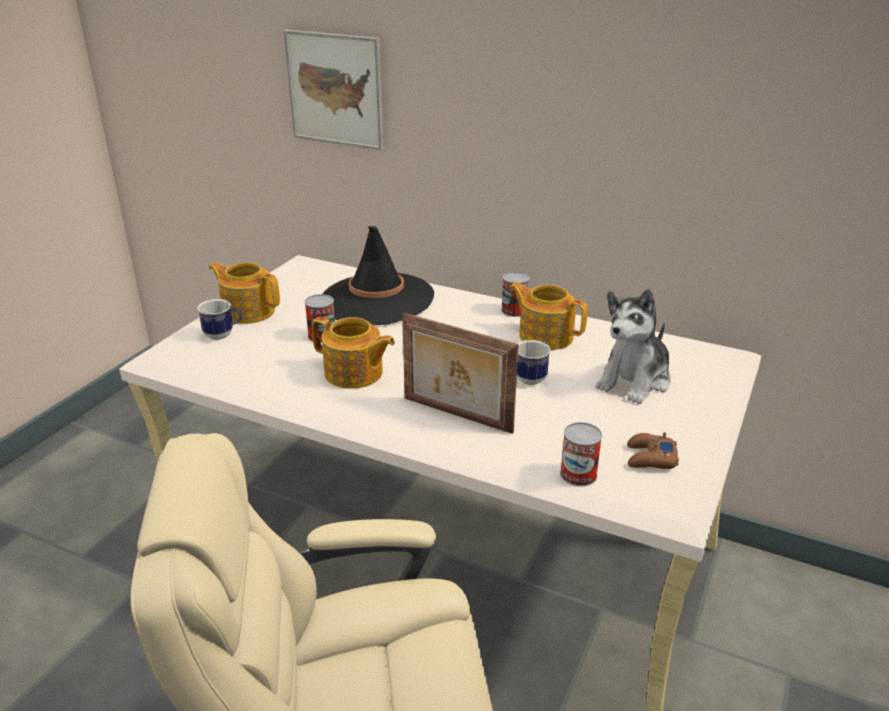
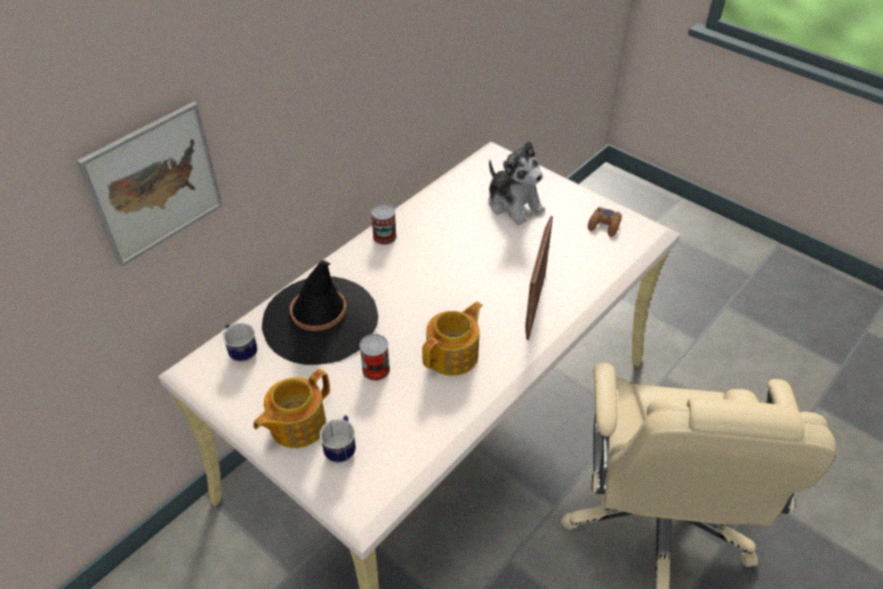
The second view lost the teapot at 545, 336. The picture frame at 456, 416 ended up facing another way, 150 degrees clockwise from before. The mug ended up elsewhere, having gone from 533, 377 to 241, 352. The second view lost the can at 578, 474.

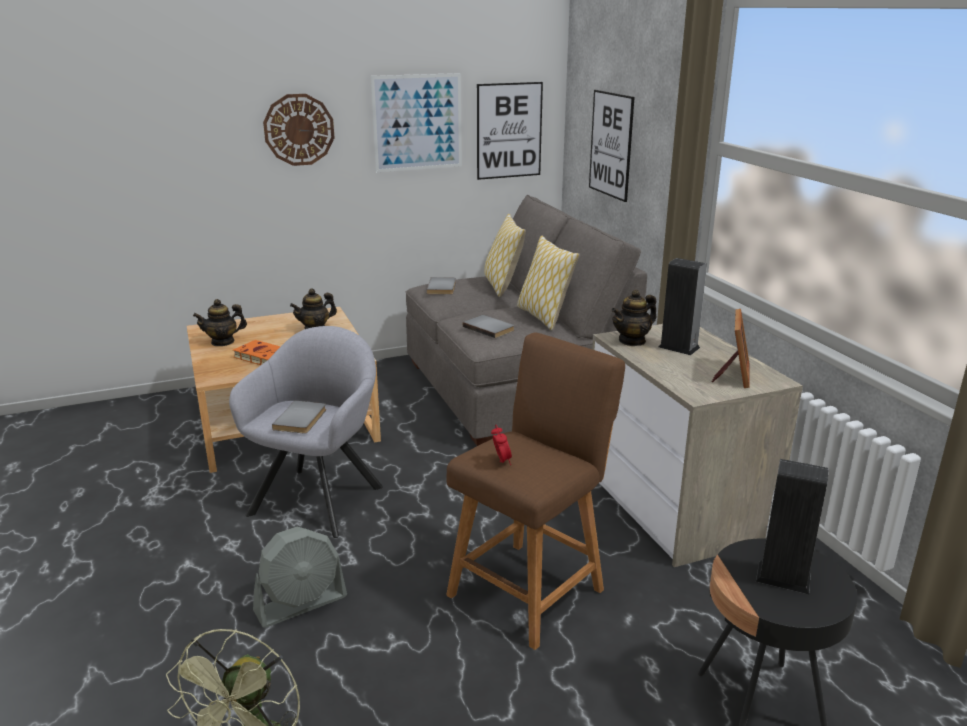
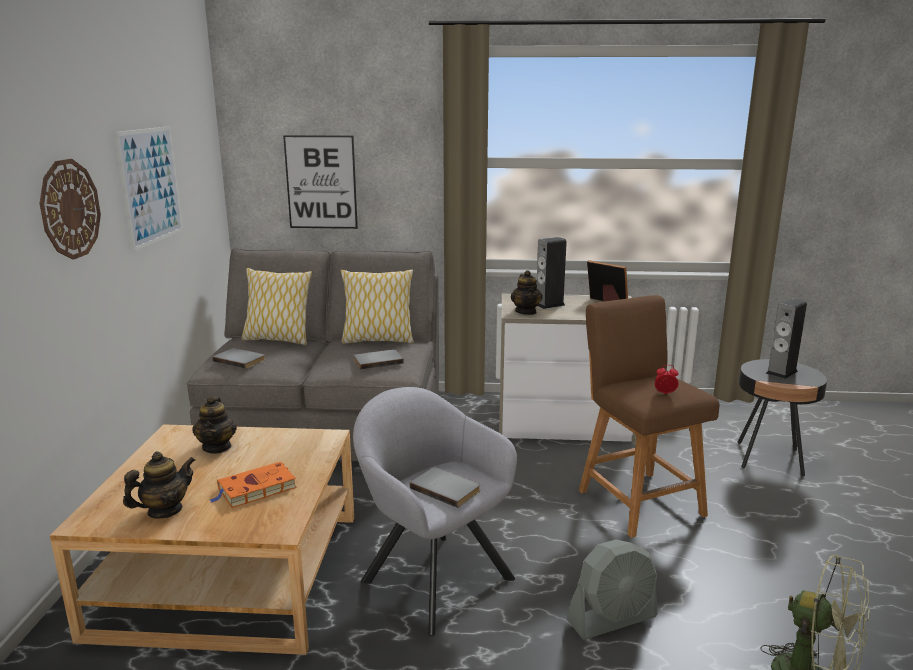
The second view lost the picture at 509, 130. The teapot at 223, 342 ended up facing another way, 135 degrees counterclockwise from before. The grey fan at 301, 604 ended up facing another way, 75 degrees clockwise from before.

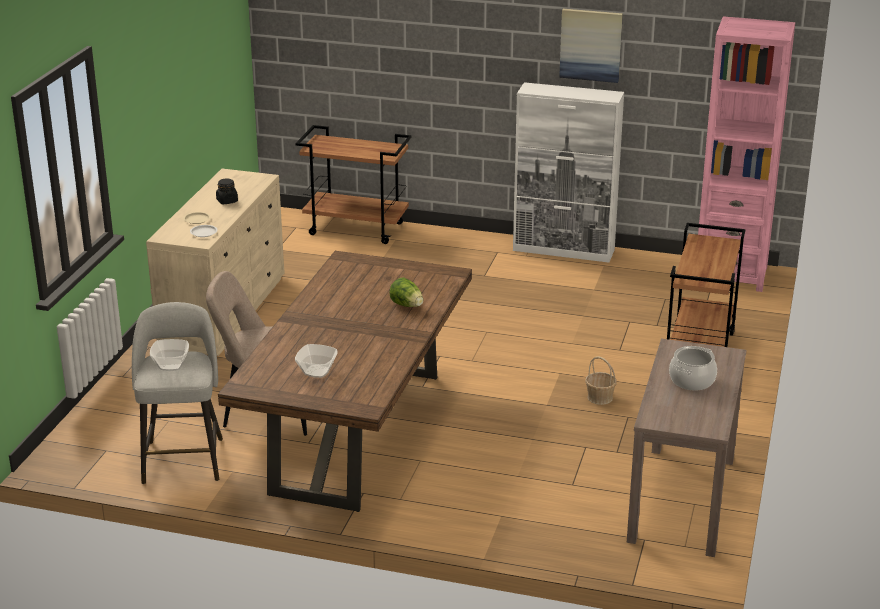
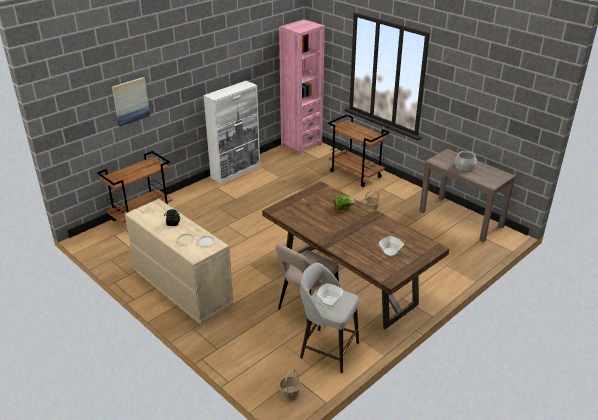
The picture ended up elsewhere, having gone from 591, 45 to 130, 101. The second view gained the basket at 289, 394.

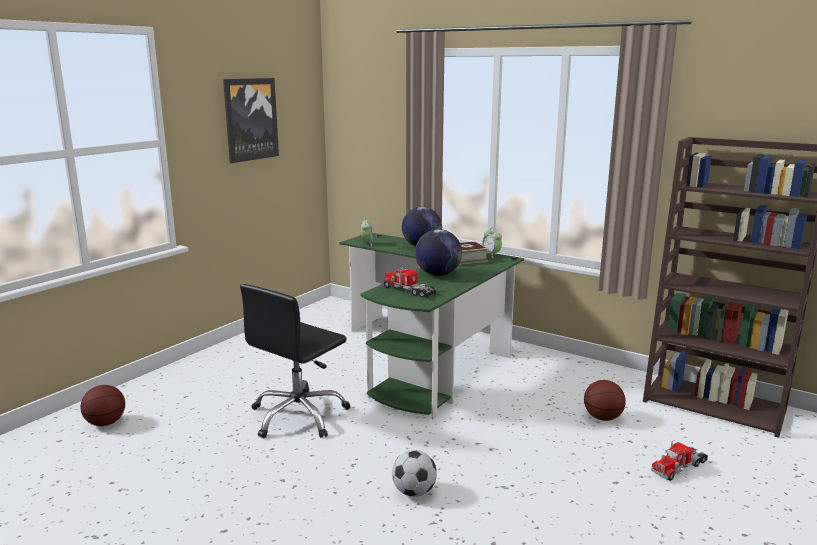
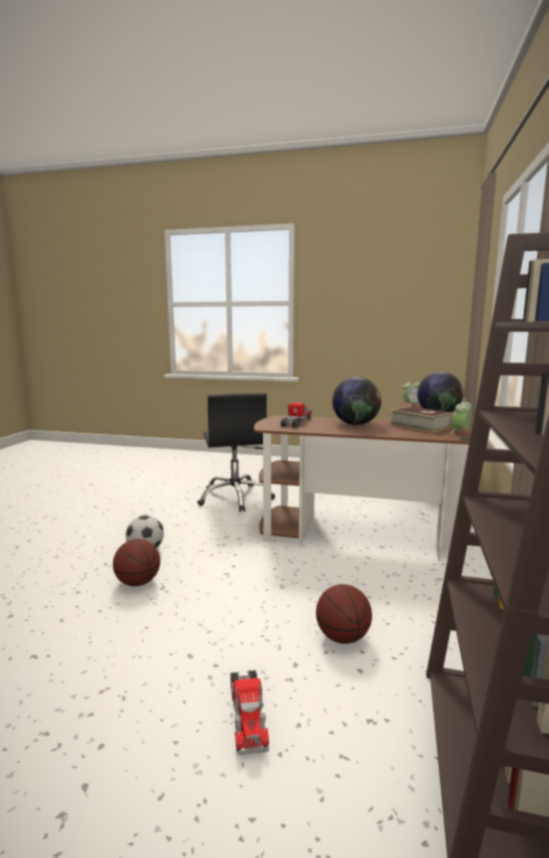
The second view lost the picture at 250, 119. What was the green desk at 429, 358 turned into the brown desk at 382, 522. The black office chair at 299, 416 ended up facing another way, 120 degrees counterclockwise from before. The basketball ended up elsewhere, having gone from 106, 423 to 138, 583. The toy truck at 679, 467 ended up facing another way, 135 degrees counterclockwise from before.

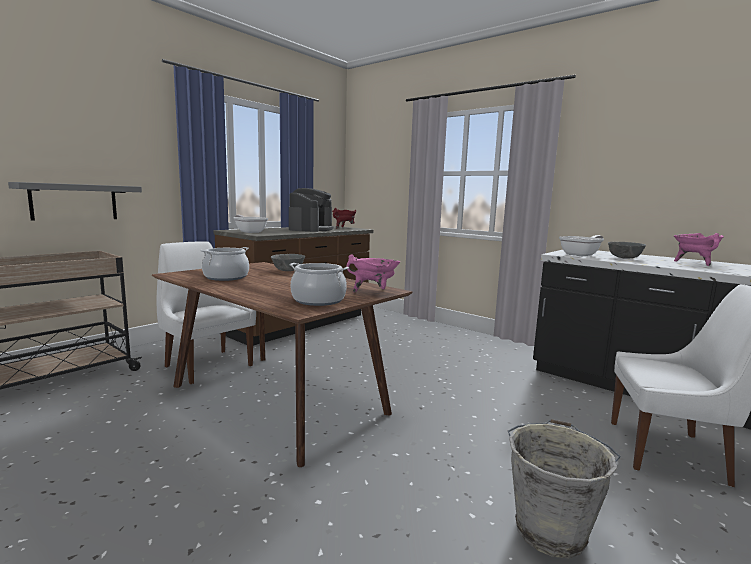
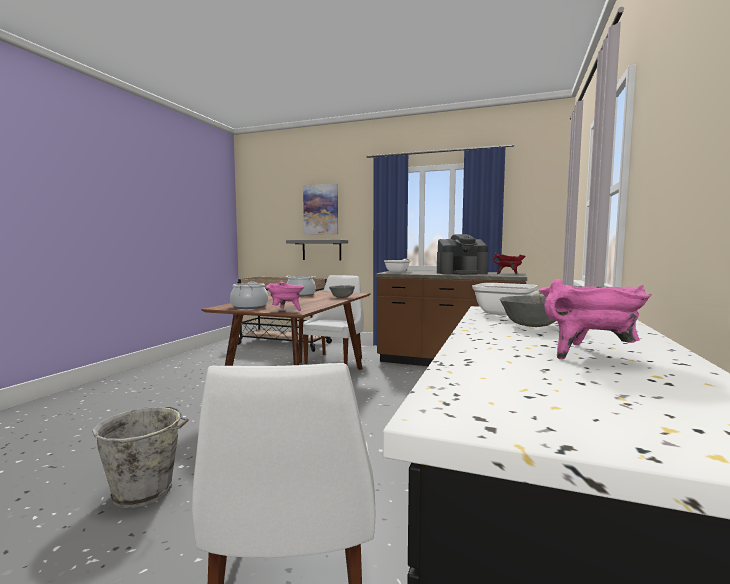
The second view gained the picture at 321, 209.

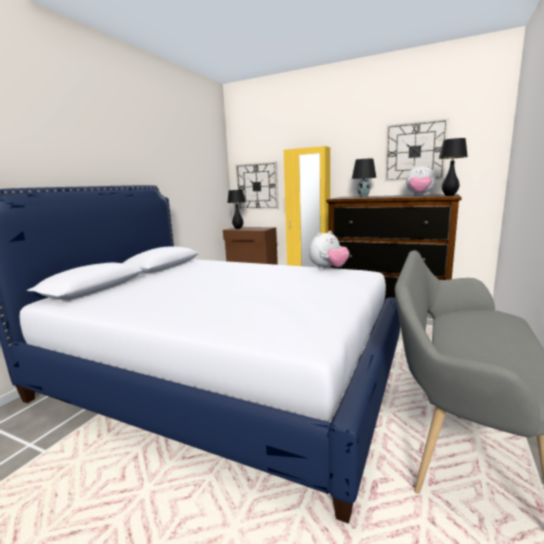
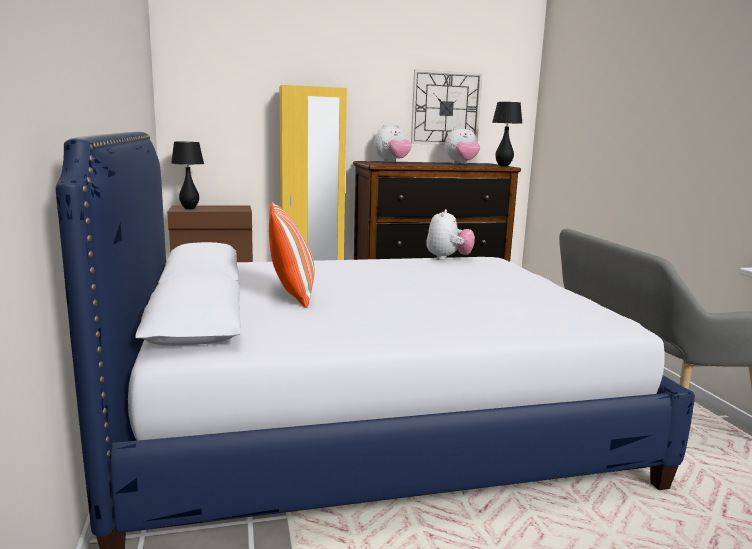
Where the black table lamp stood at 363, 196, the plush toy came to stand at 392, 162. The second view lost the wall clock at 257, 186. The second view gained the pillow at 292, 294.

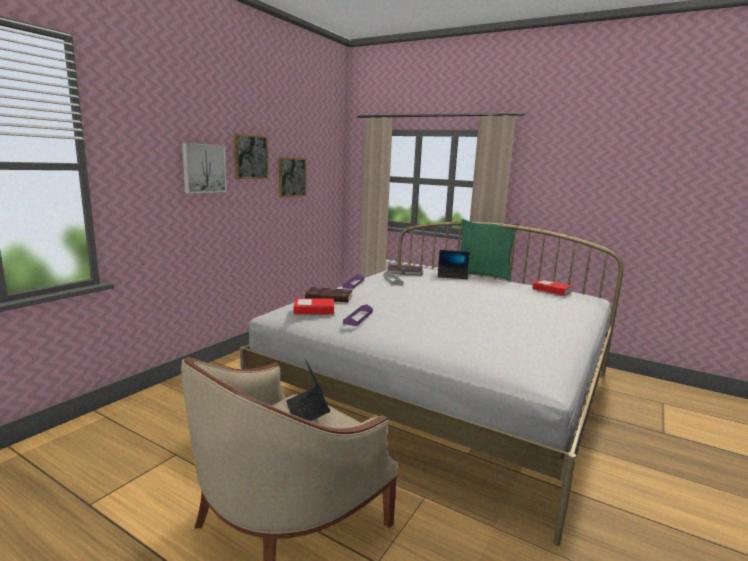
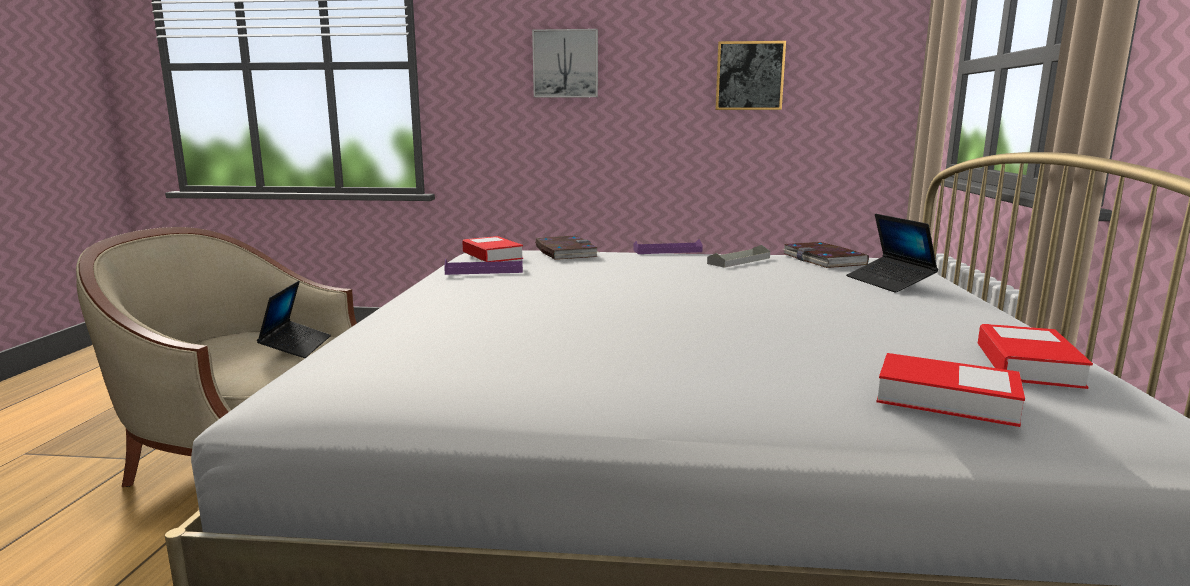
The second view lost the picture at 250, 157. The second view lost the green pillow at 482, 275. The laptop at 307, 411 ended up facing another way, 135 degrees clockwise from before. The second view gained the book at 946, 399.

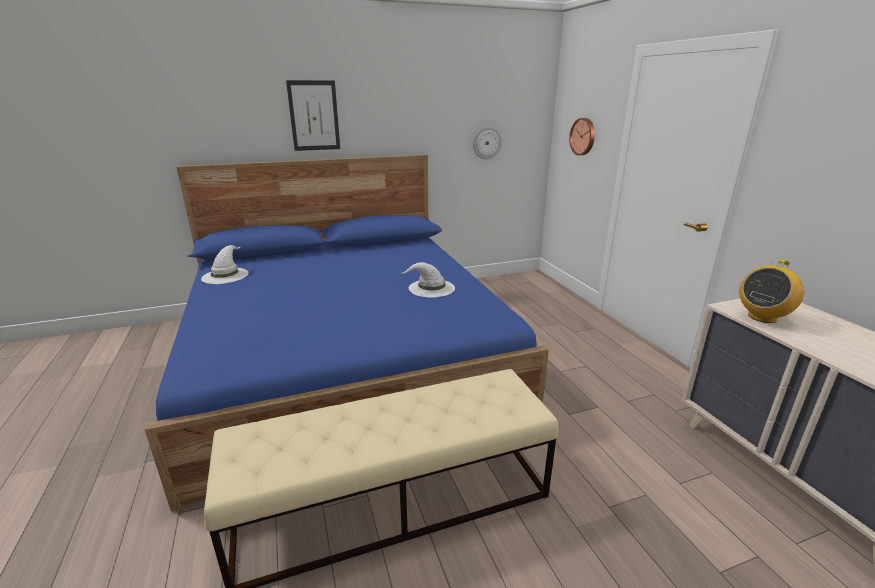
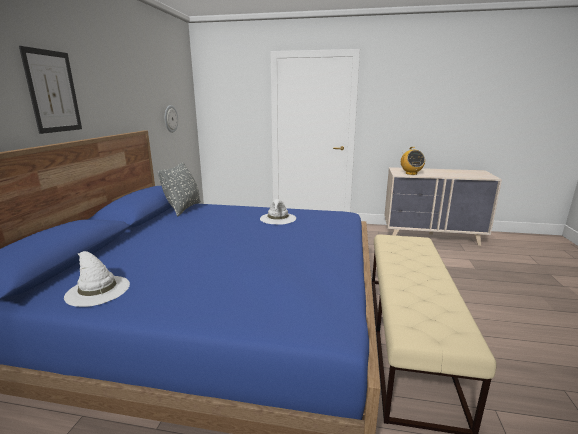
The second view lost the wall clock at 583, 136. The second view gained the grey pillow at 183, 208.

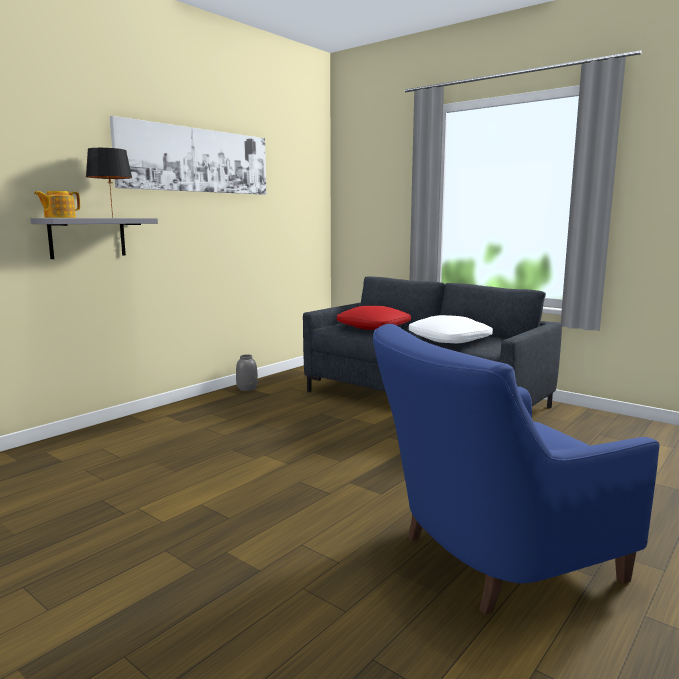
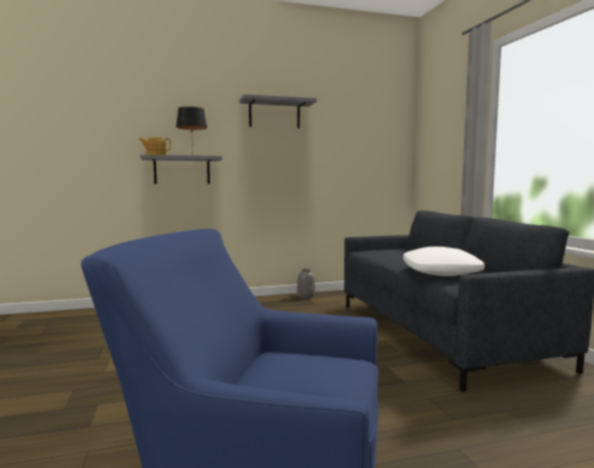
Where the picture hung at 196, 160, the grey shelf came to hang at 274, 114. The second view lost the red pillow at 374, 327.

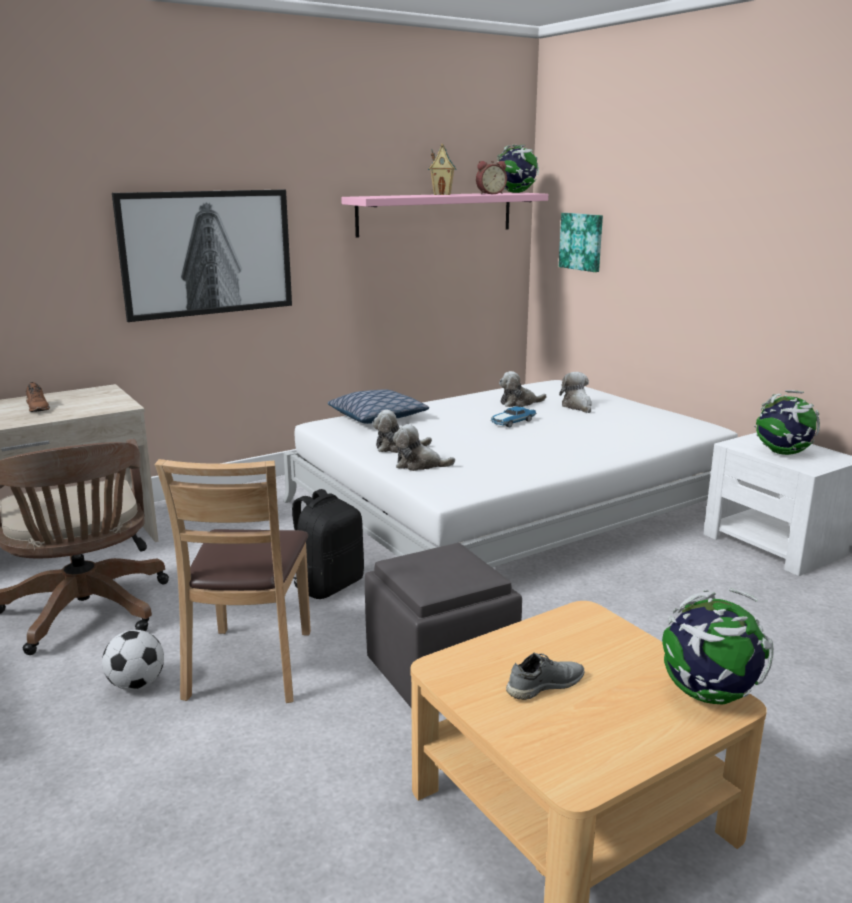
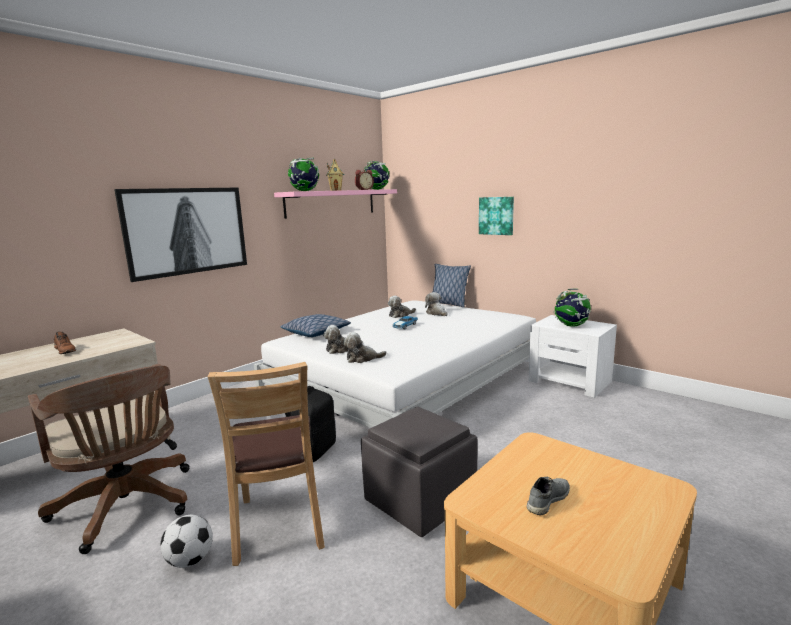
The picture ended up elsewhere, having gone from 582, 241 to 496, 215. The globe ended up elsewhere, having gone from 708, 695 to 304, 191. The second view gained the pillow at 448, 304.

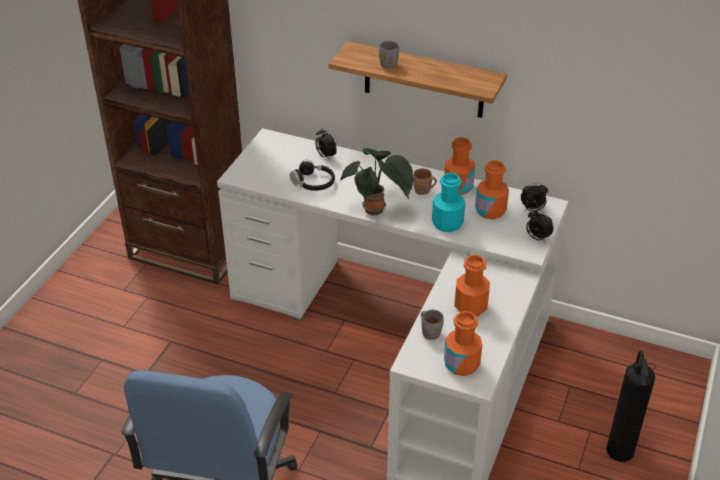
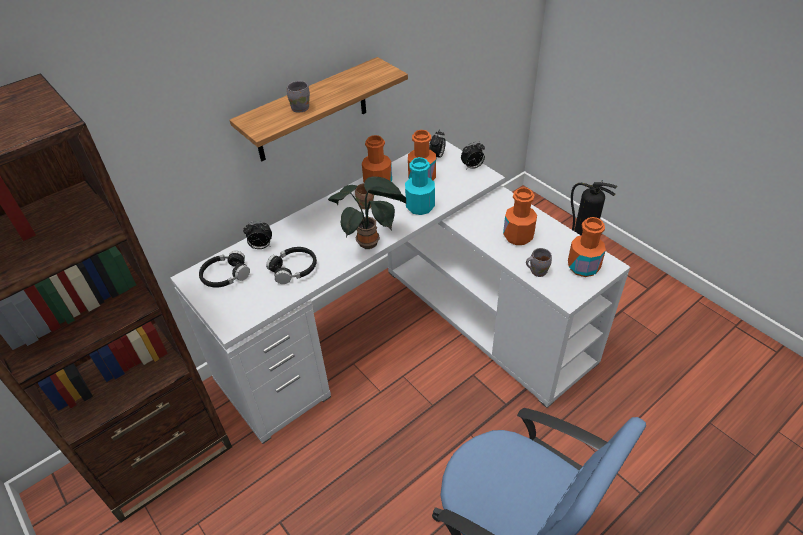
The second view gained the black headphones at 225, 275.

